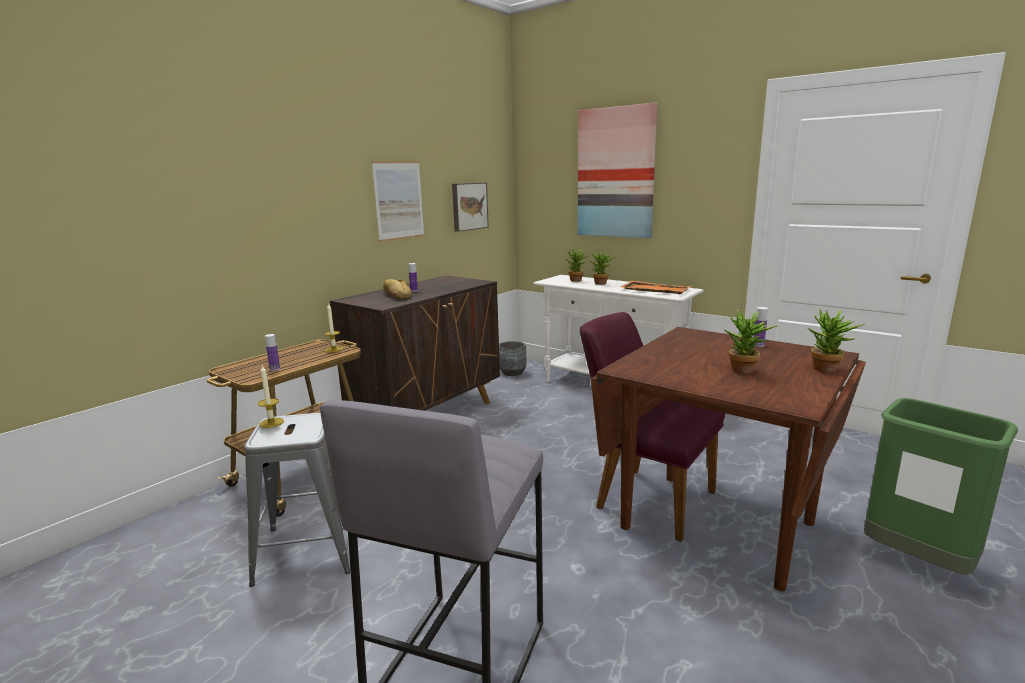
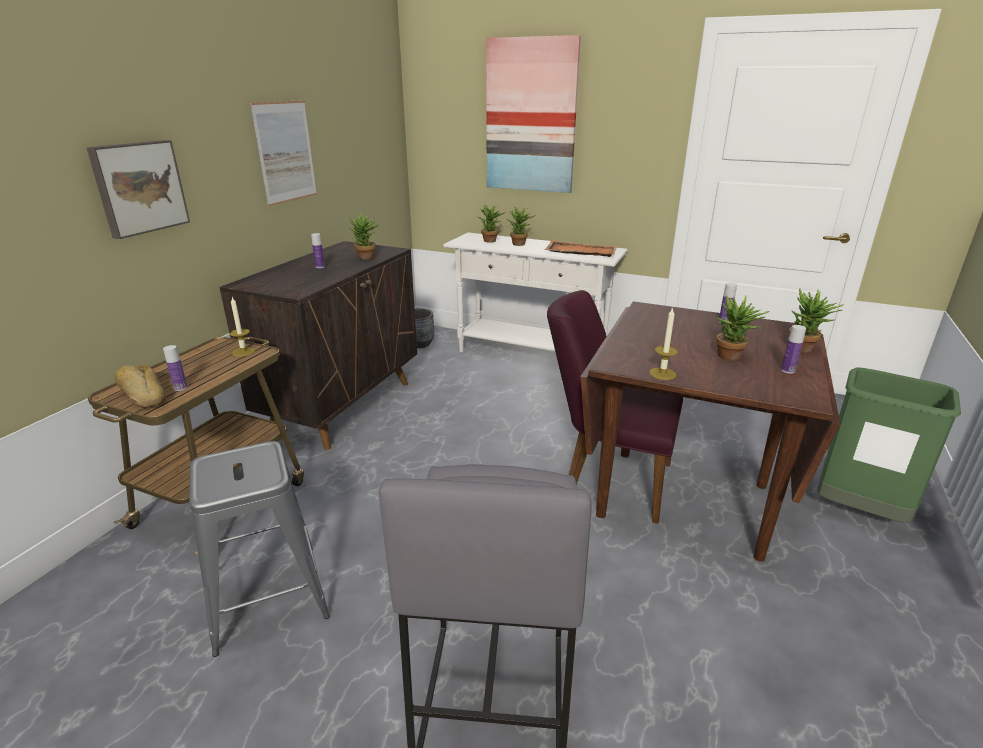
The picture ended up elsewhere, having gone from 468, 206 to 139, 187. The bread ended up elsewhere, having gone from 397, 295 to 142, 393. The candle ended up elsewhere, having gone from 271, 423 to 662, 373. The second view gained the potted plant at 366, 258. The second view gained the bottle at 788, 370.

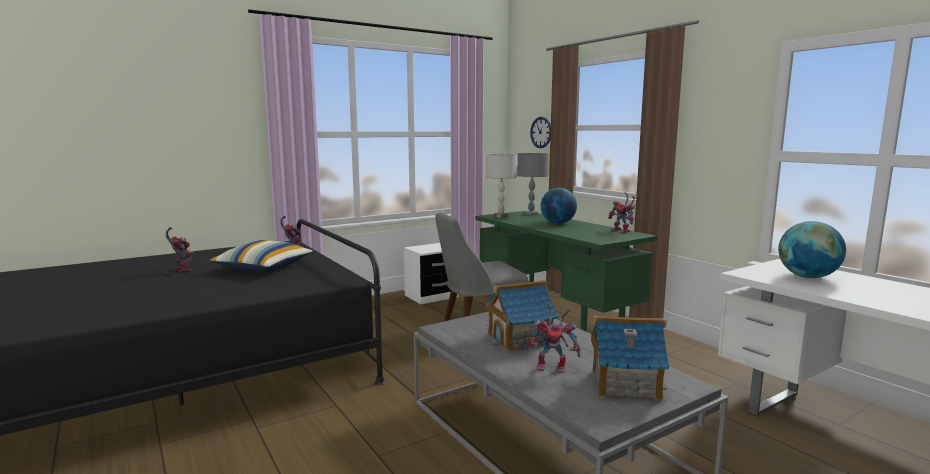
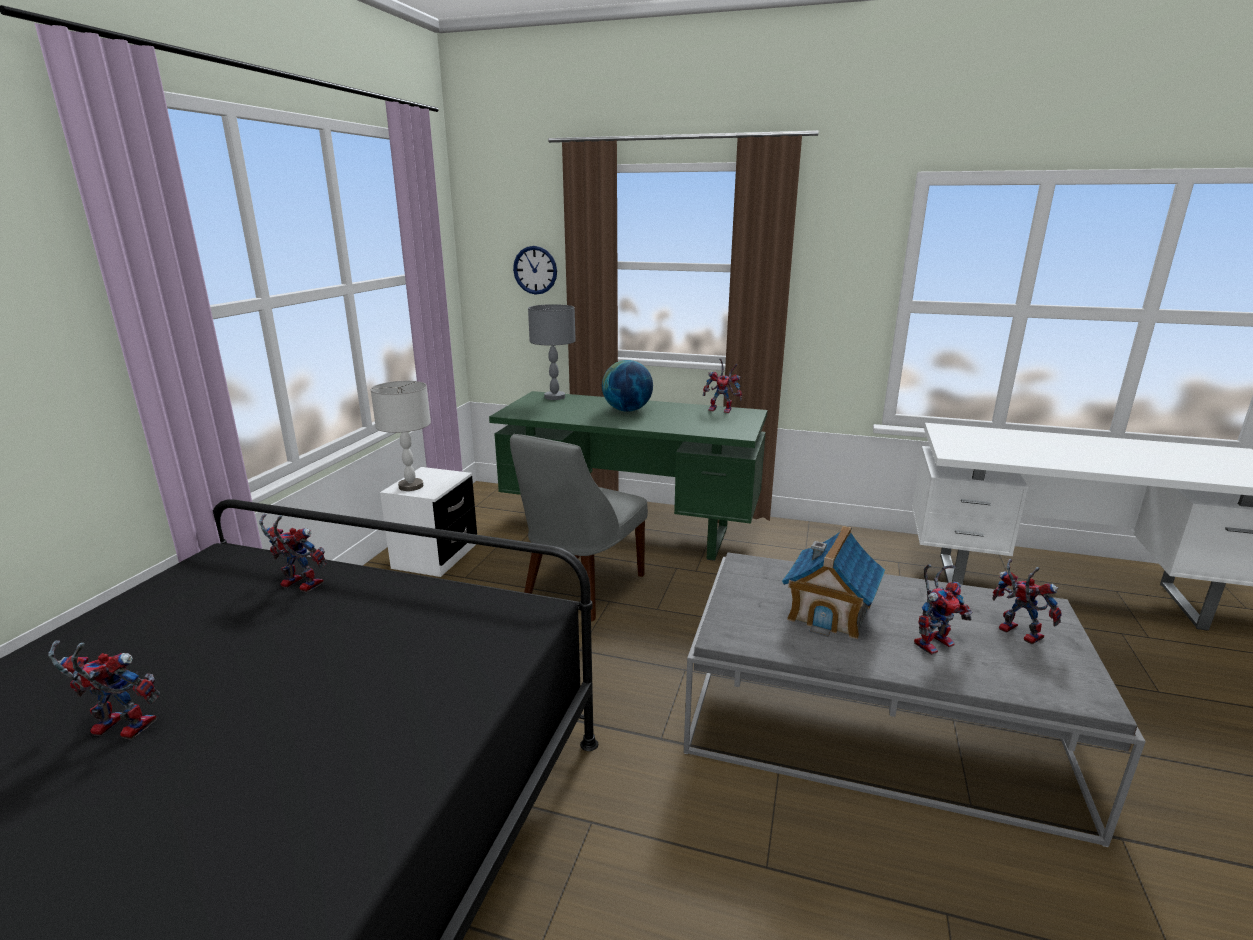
The grey table lamp ended up elsewhere, having gone from 501, 216 to 411, 486. The second view lost the globe at 807, 277. The second view lost the pillow at 263, 268. Where the toy house stood at 624, 384, the toy robot came to stand at 1015, 632.

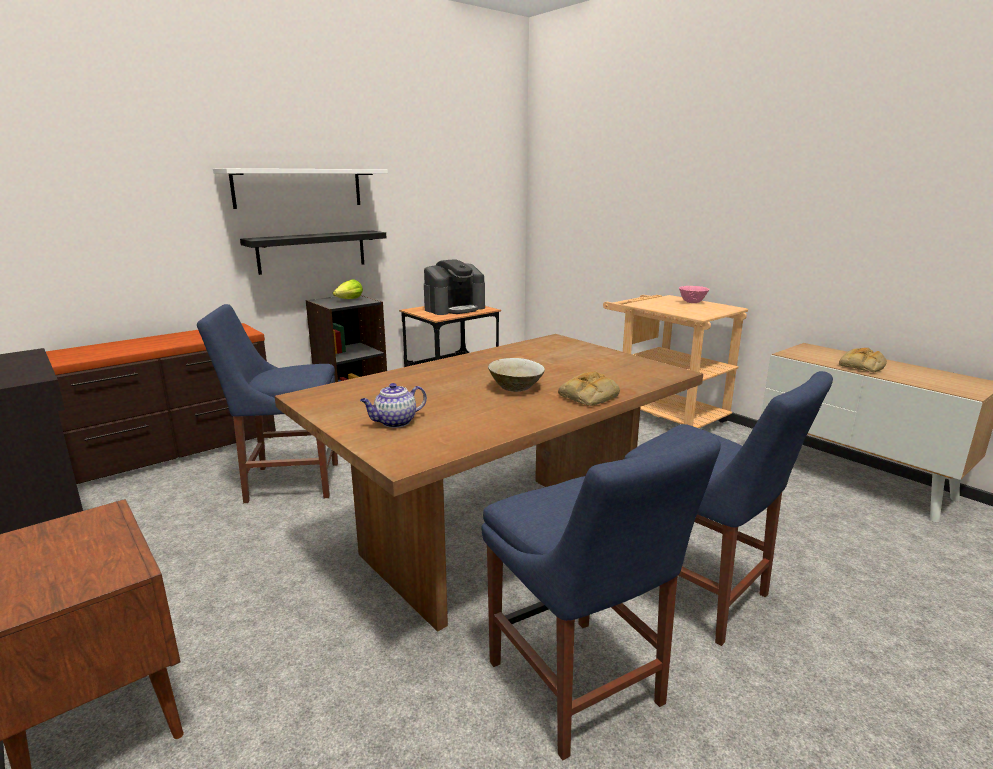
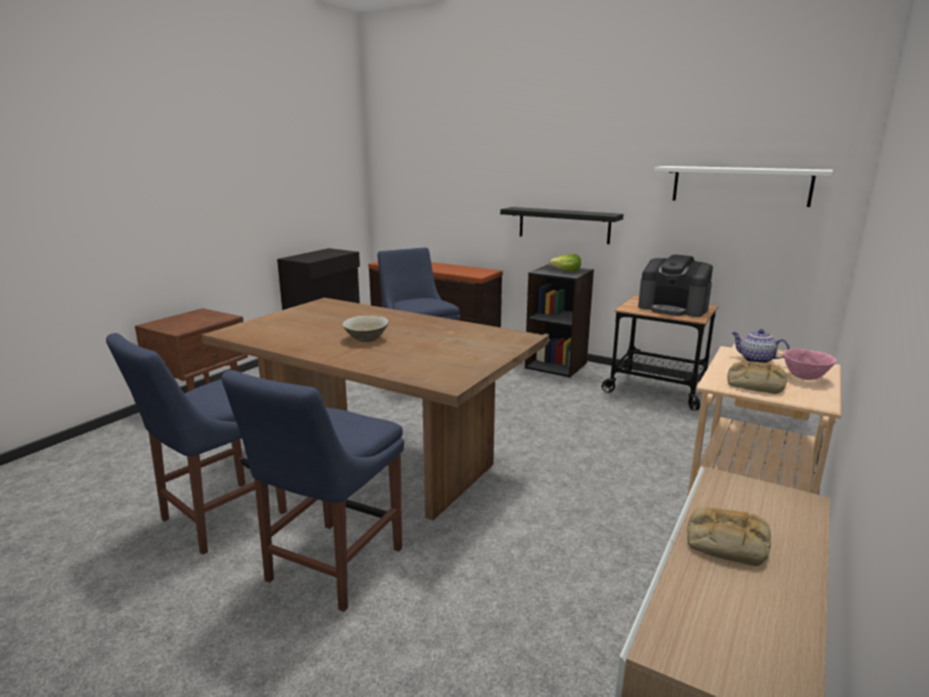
The white shelf ended up elsewhere, having gone from 298, 188 to 740, 185. The bread ended up elsewhere, having gone from 589, 396 to 754, 384. The teapot ended up elsewhere, having gone from 395, 422 to 755, 360.

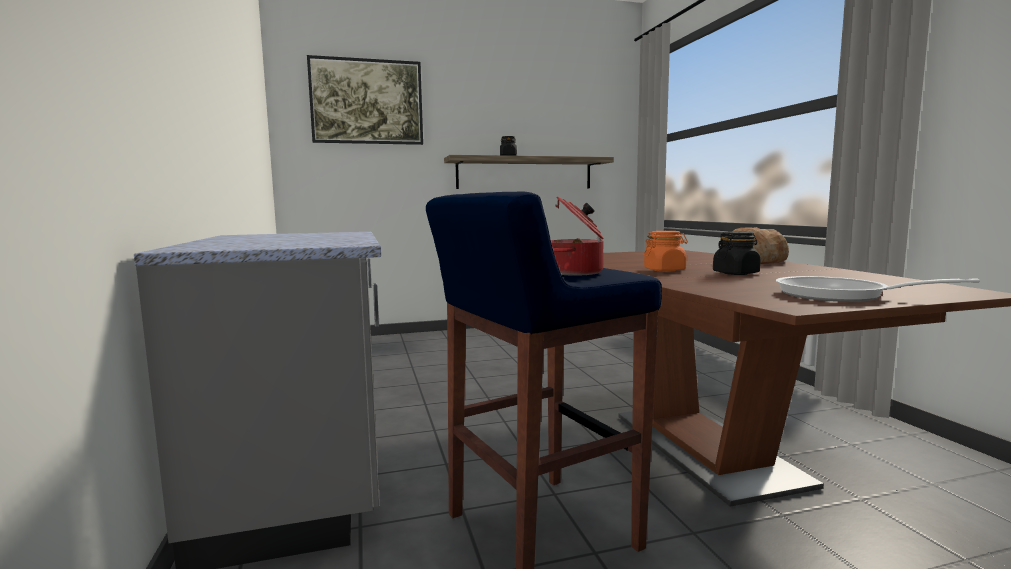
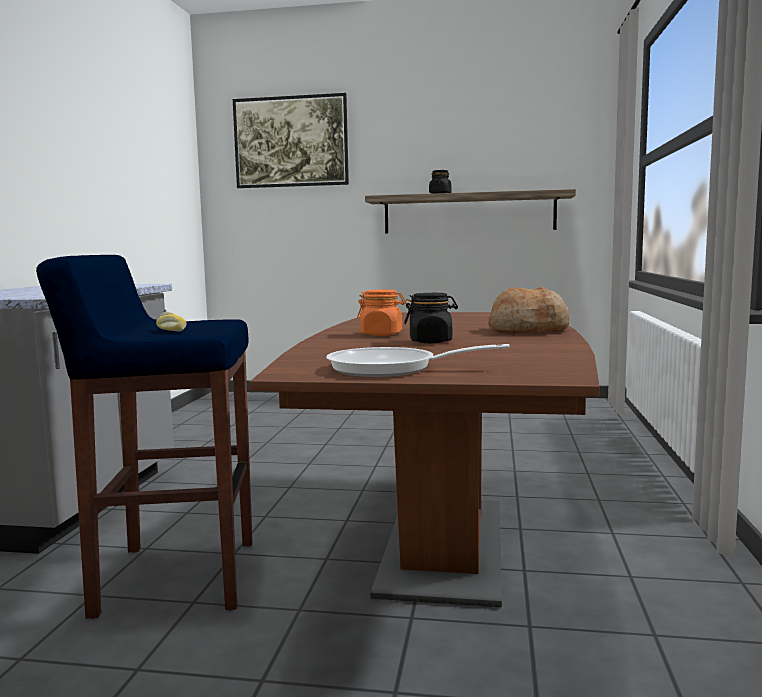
Where the cooking pot stood at 576, 272, the bread came to stand at 169, 329. The frying pan at 841, 295 ended up facing another way, 45 degrees counterclockwise from before.

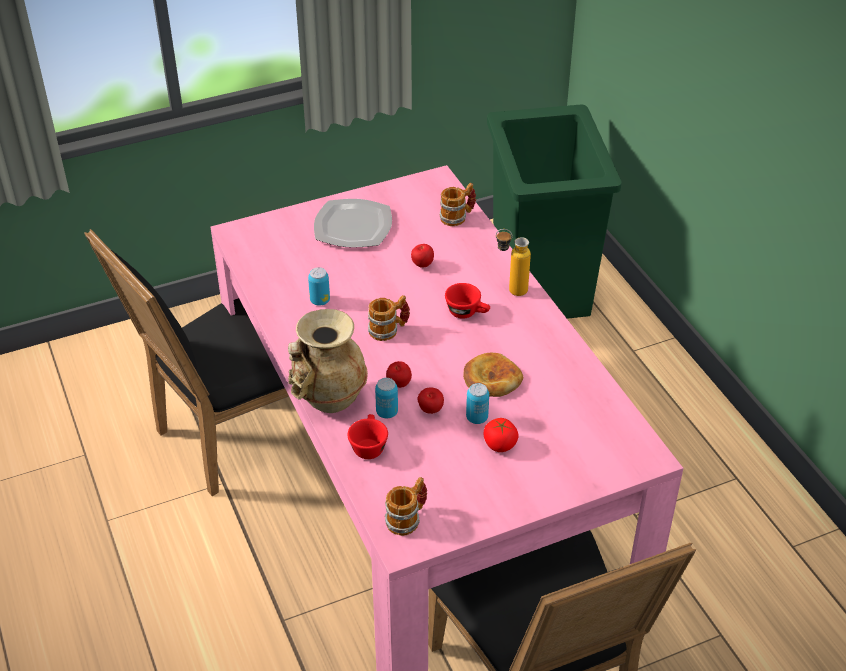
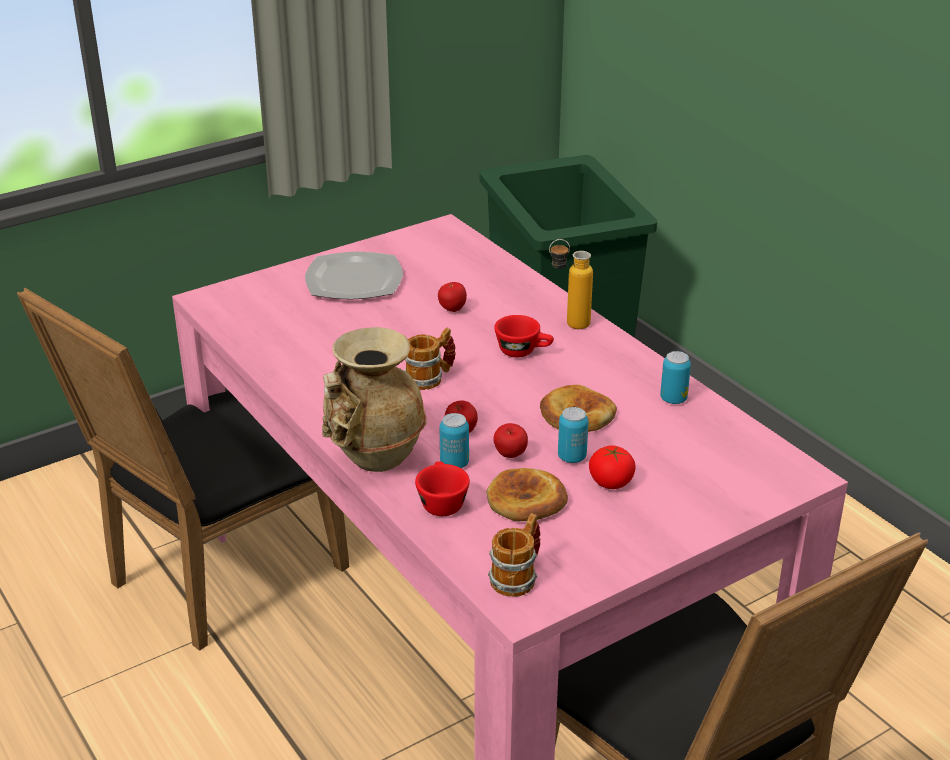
The second view lost the mug at 457, 217. The can ended up elsewhere, having gone from 320, 300 to 673, 399. The second view gained the bread at 526, 500.

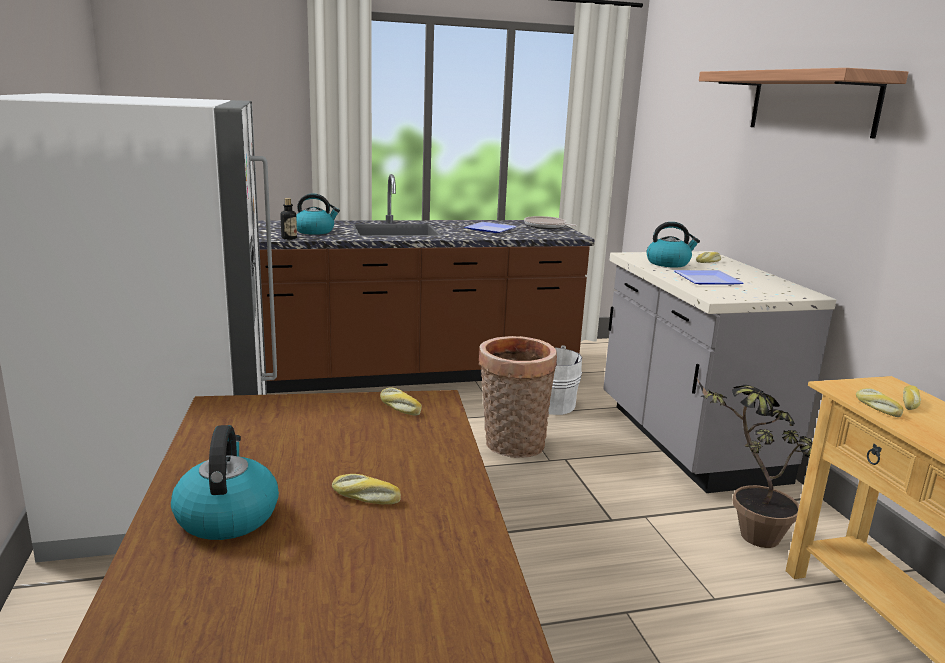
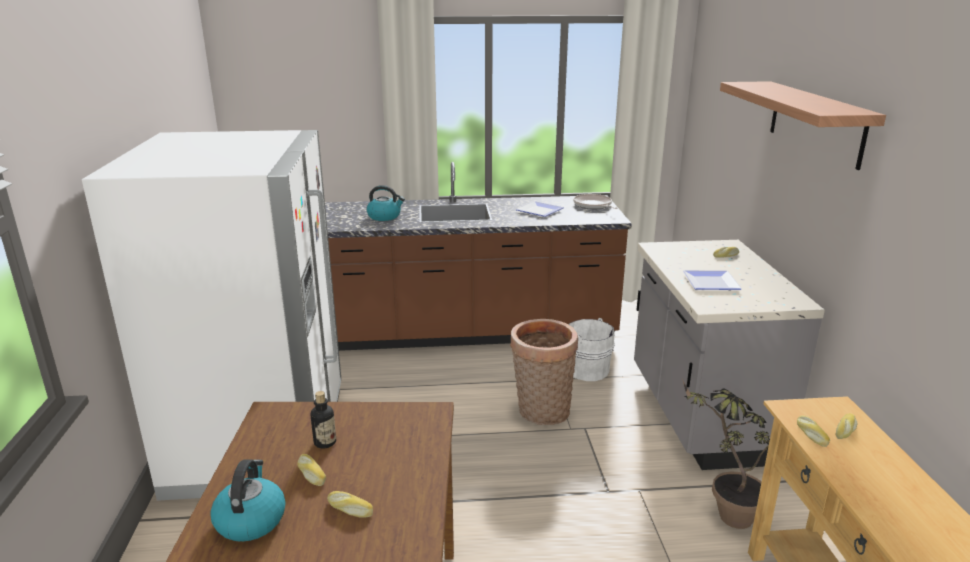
The bottle ended up elsewhere, having gone from 289, 238 to 325, 442. The second view lost the kettle at 668, 263. The bread ended up elsewhere, having gone from 398, 407 to 310, 474.

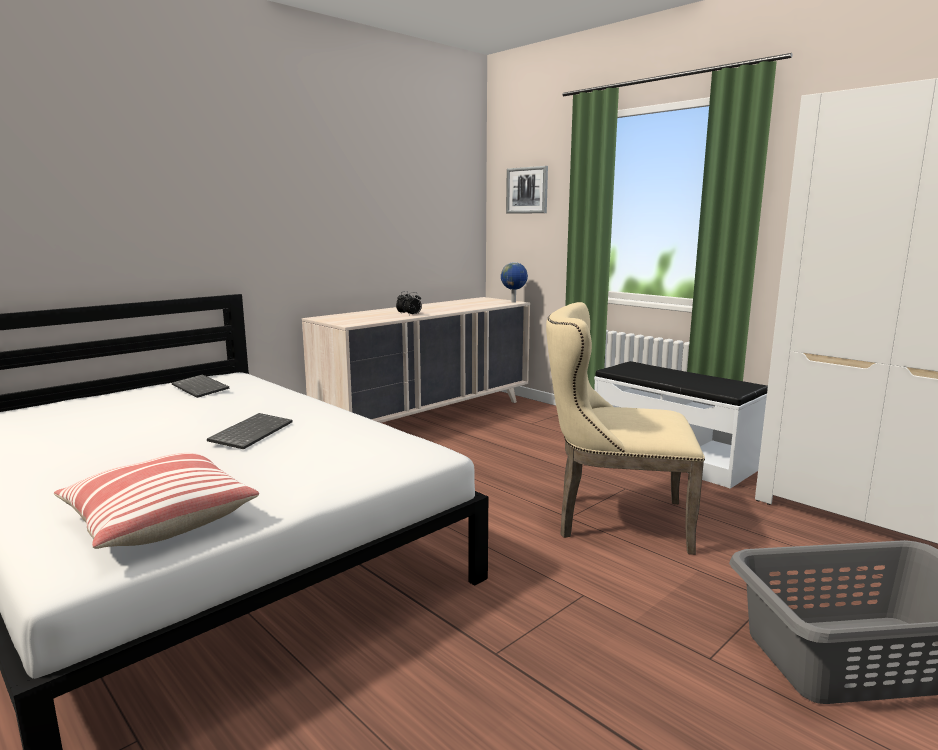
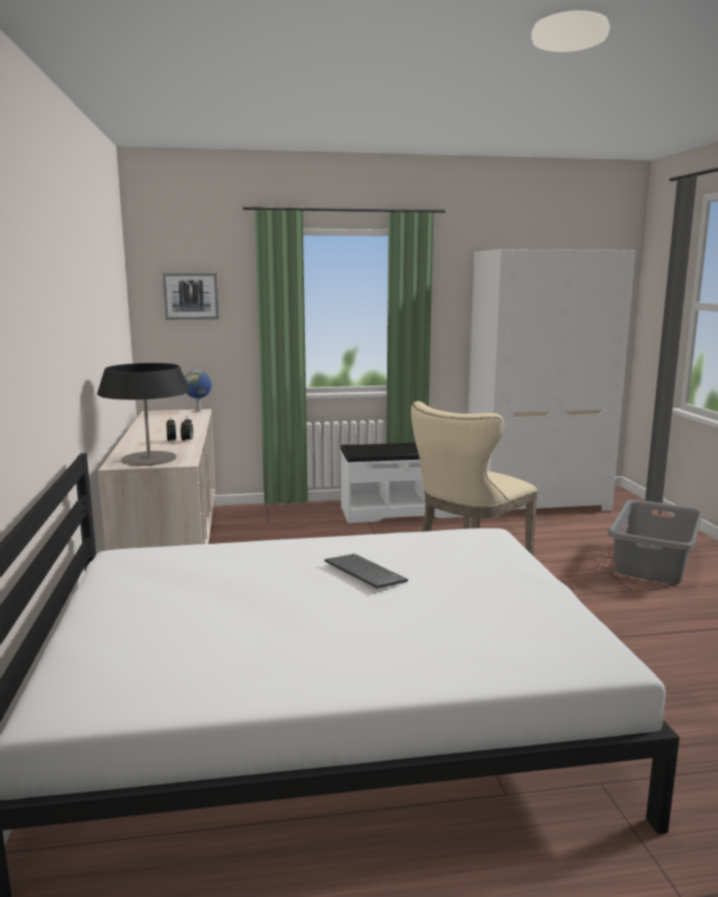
The second view lost the keyboard at 201, 388. The second view lost the pillow at 158, 521. The second view gained the table lamp at 149, 458.

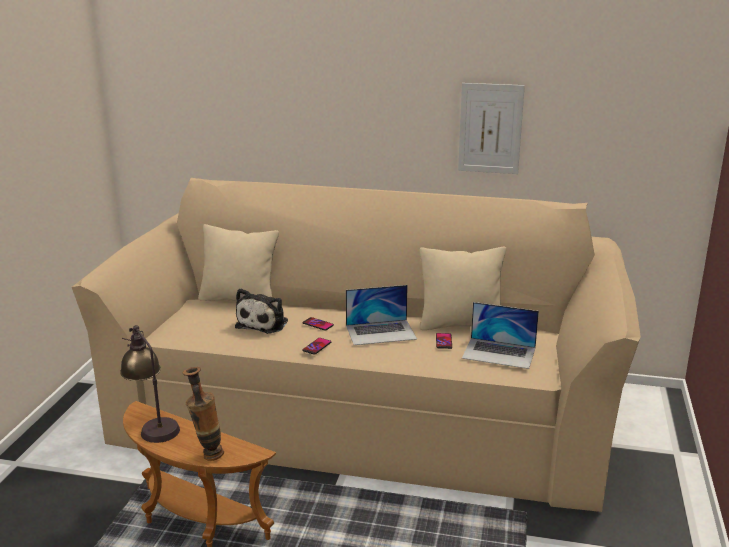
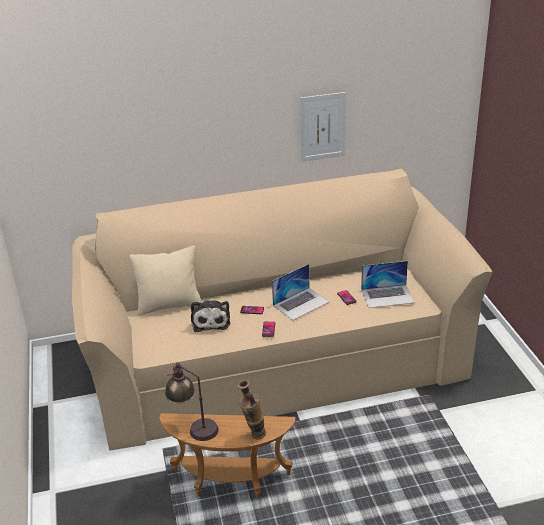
The second view lost the beige pillow at 461, 324.

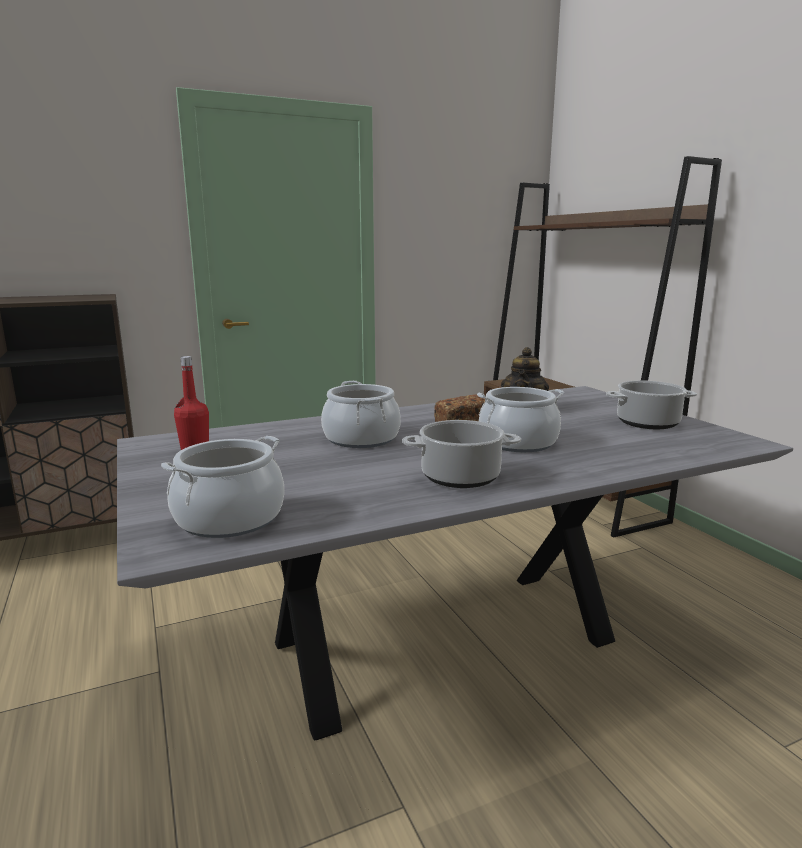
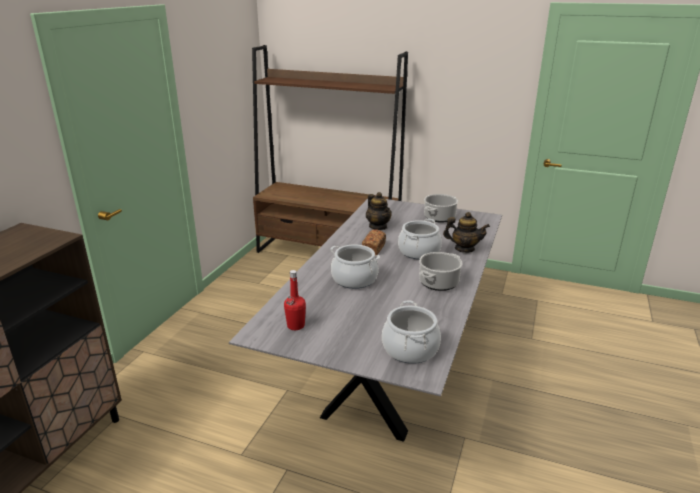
The second view gained the teapot at 464, 249.

